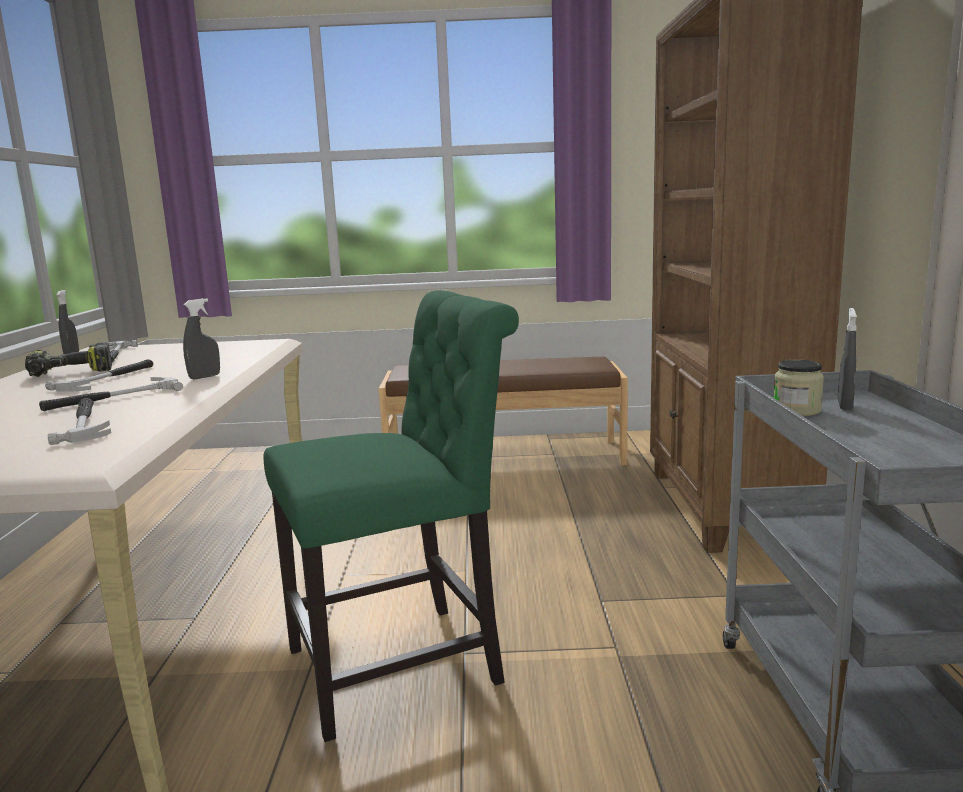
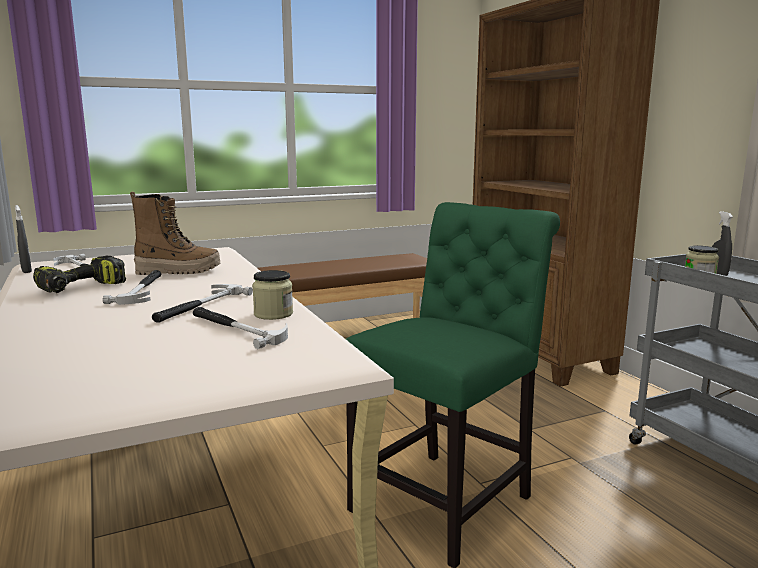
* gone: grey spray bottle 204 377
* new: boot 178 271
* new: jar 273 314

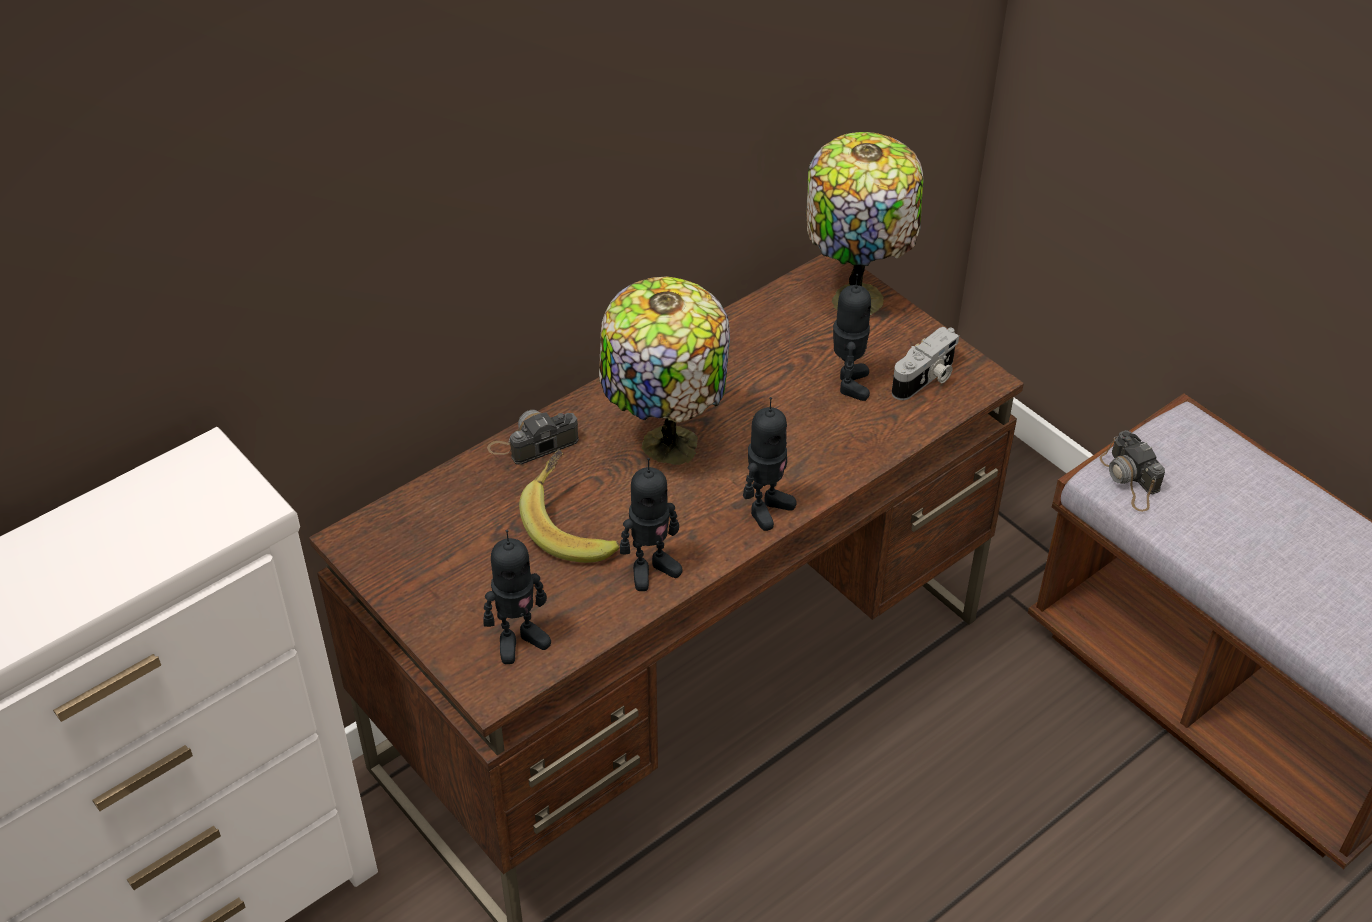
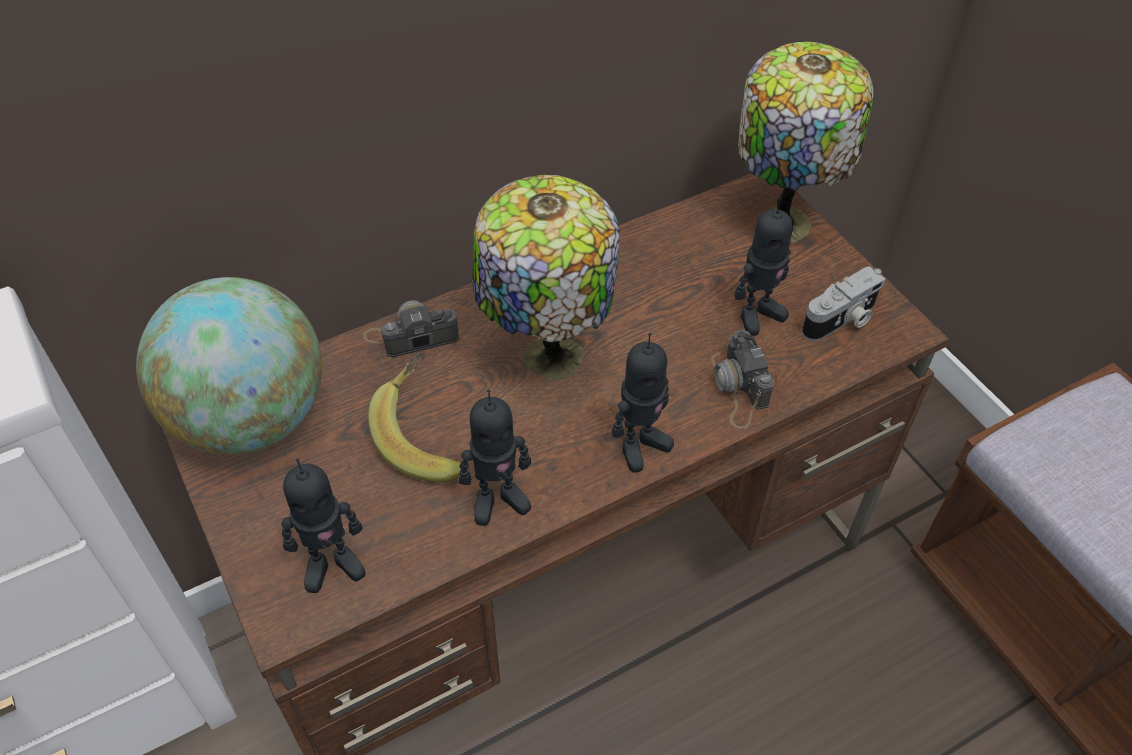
* rotated: toy robot 848 384 = 757 314 45 degrees clockwise
* shifted: photo camera 1130 479 to 738 388
* new: globe 251 418

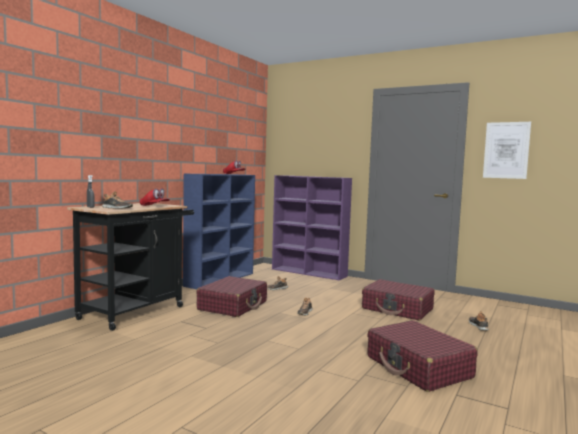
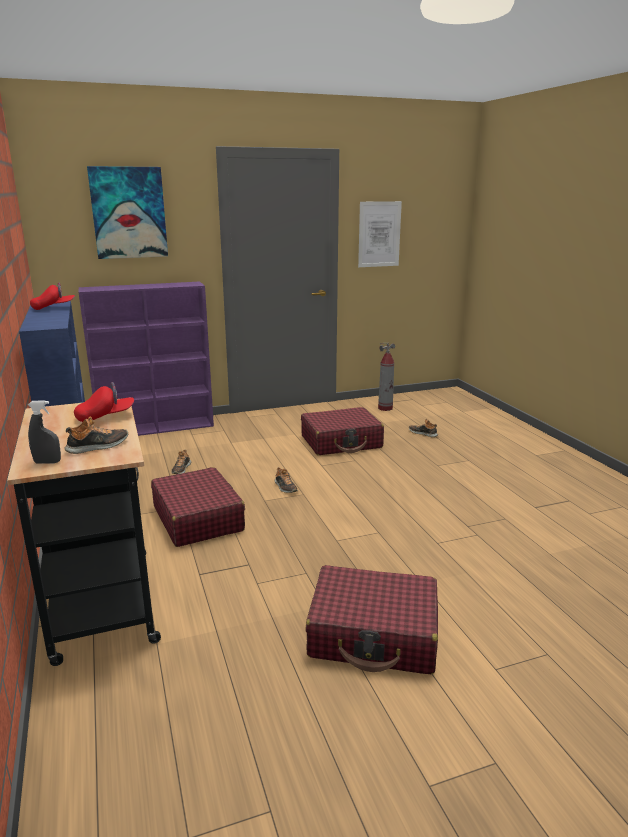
* shifted: red suitcase 418 367 to 374 634
* new: picture 128 213
* new: fire extinguisher 385 408

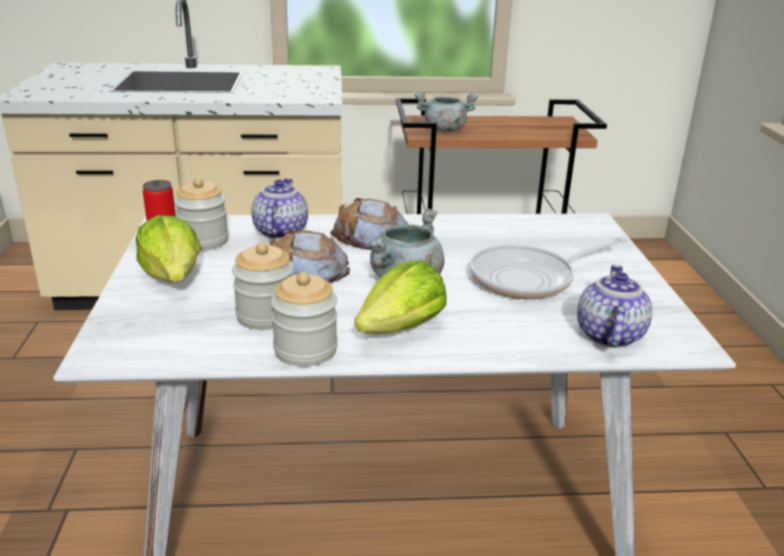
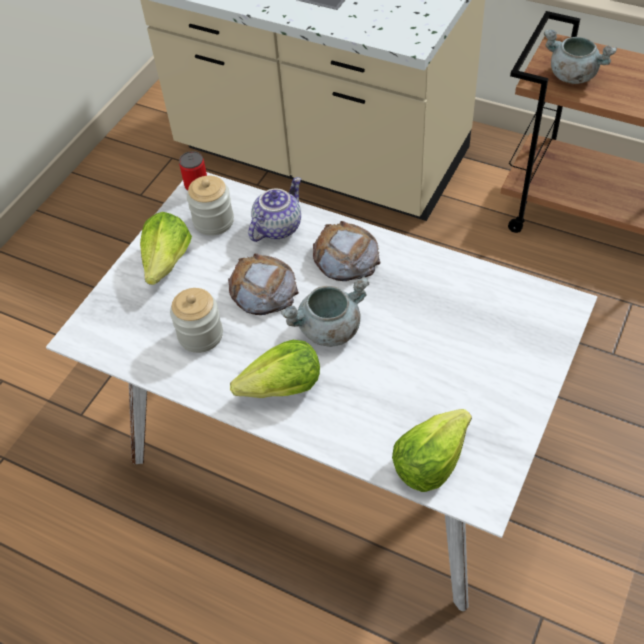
* gone: frying pan 529 278
* swapped: teapot 607 335 to lettuce 430 460
* gone: jar 305 350

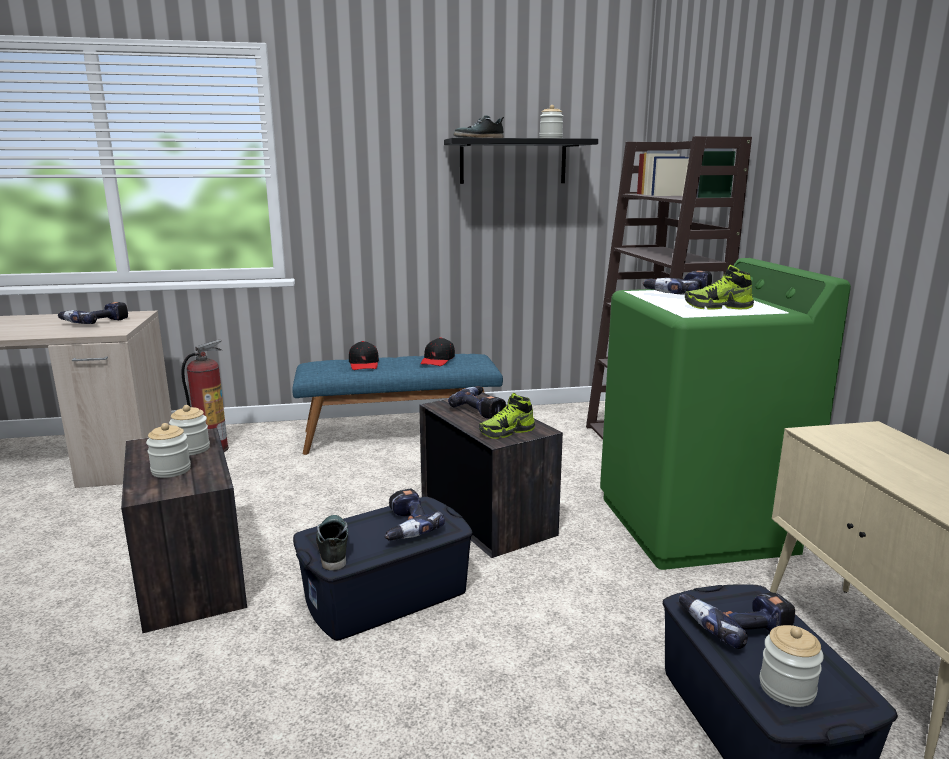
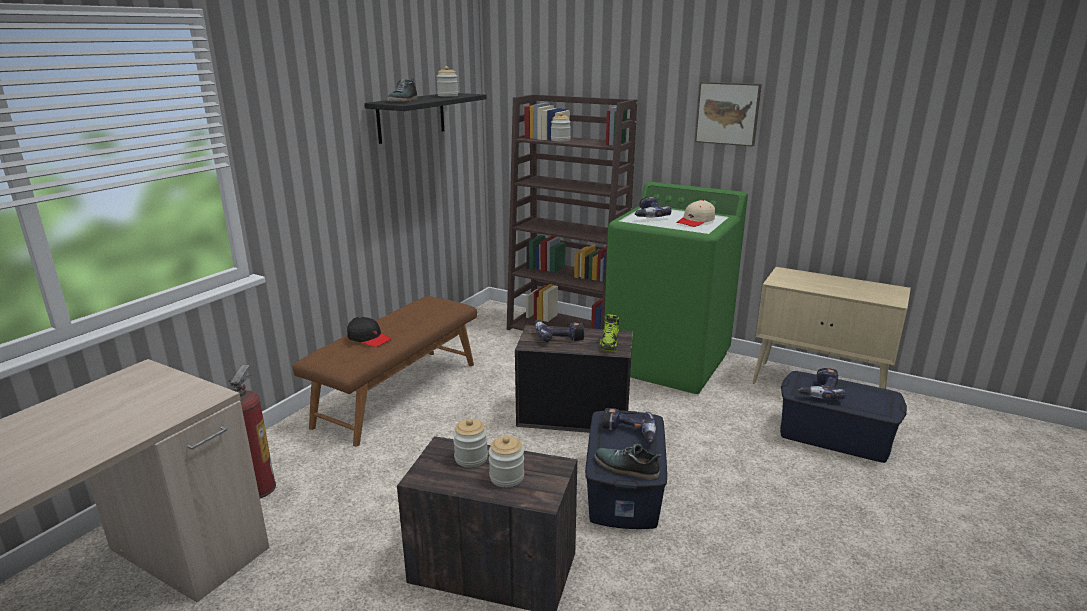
* swapped: shoe 718 307 to beige cap 696 221
* gone: power drill 95 322
* gone: black cap 437 360
* repainted: blue bench 399 435 to brown bench 397 393
* shifted: jar 787 688 to 560 140
* new: picture 728 113

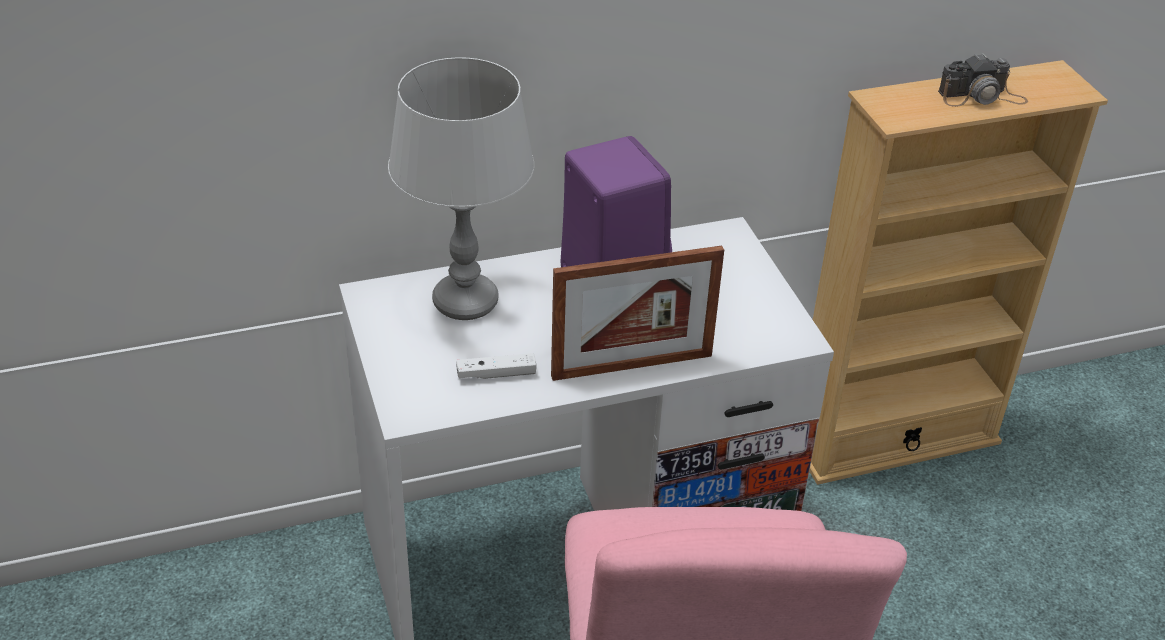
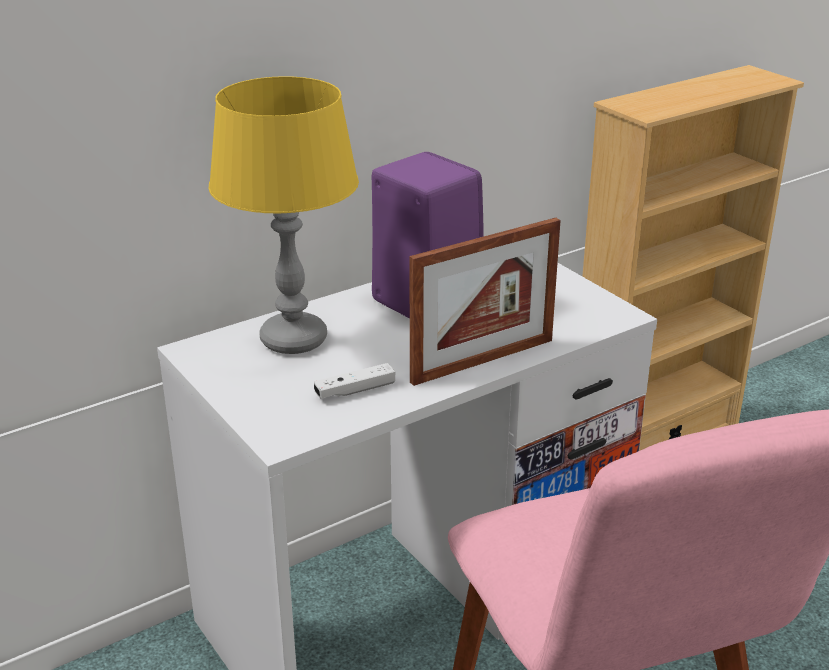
* gone: photo camera 982 97
* repainted: grey table lamp 465 302 to yellow table lamp 294 339

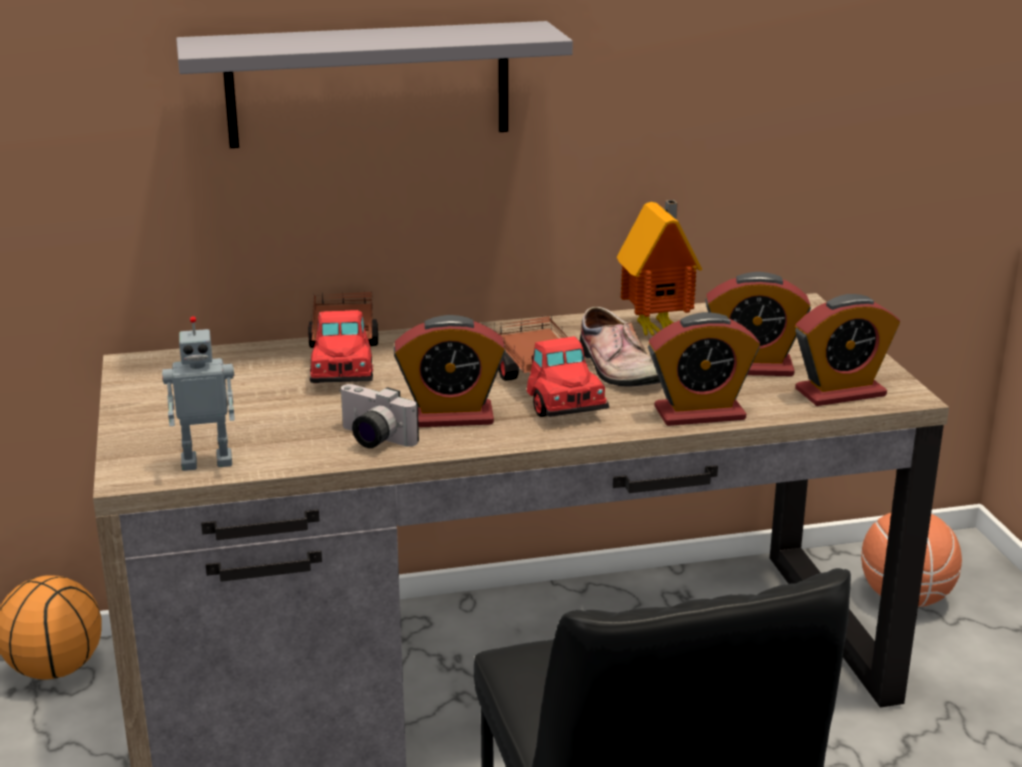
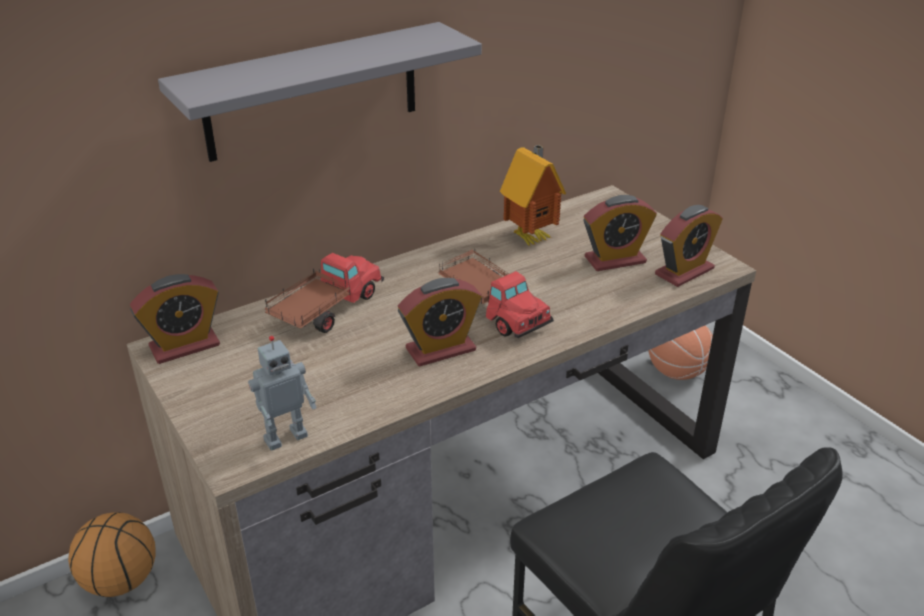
* rotated: toy truck 344 359 = 326 310 120 degrees counterclockwise
* gone: shoe 615 368
* shifted: alarm clock 699 413 to 184 346
* gone: photo camera 372 439

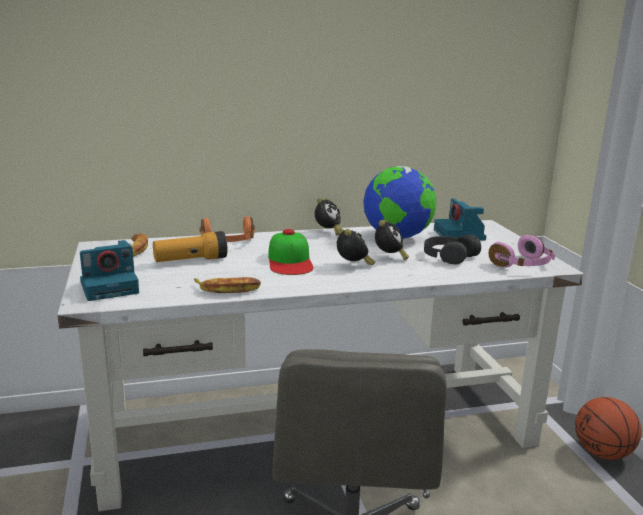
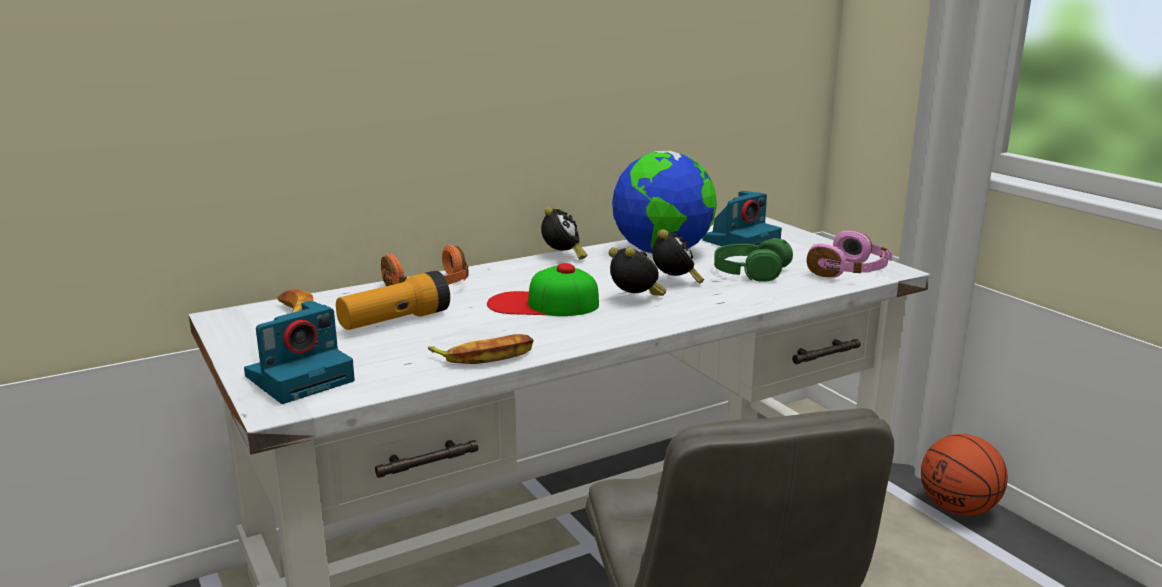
* rotated: photo camera 460 235 = 741 241 105 degrees counterclockwise
* rotated: cap 290 261 = 542 304 120 degrees clockwise
* repainted: black headphones 449 256 to green headphones 750 271

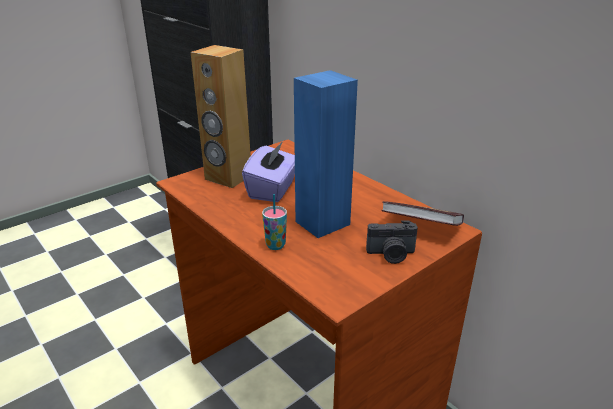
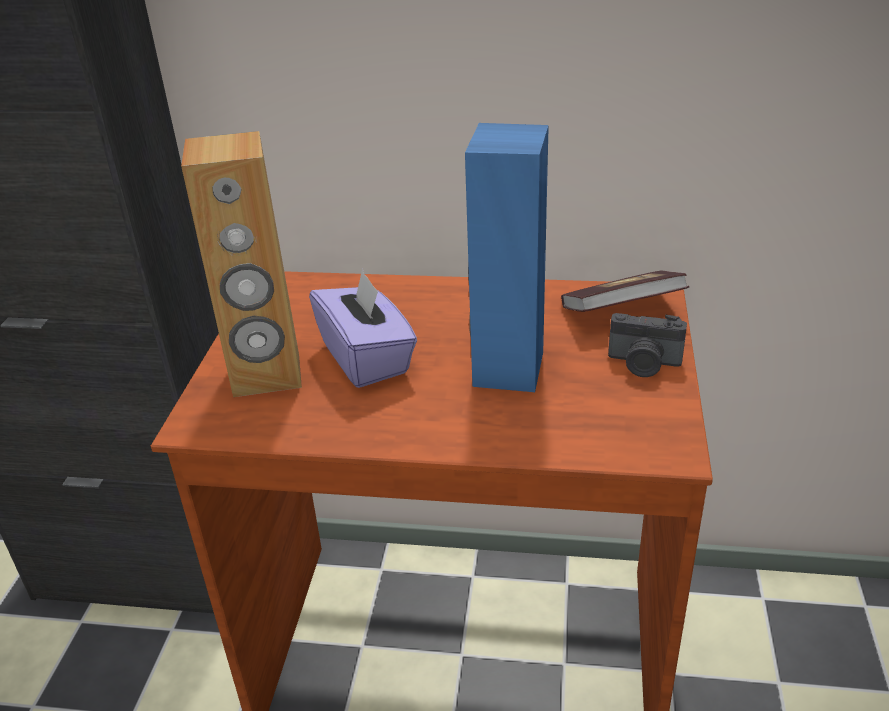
* gone: cup 275 245
* rotated: photo camera 391 254 = 643 364 60 degrees clockwise

